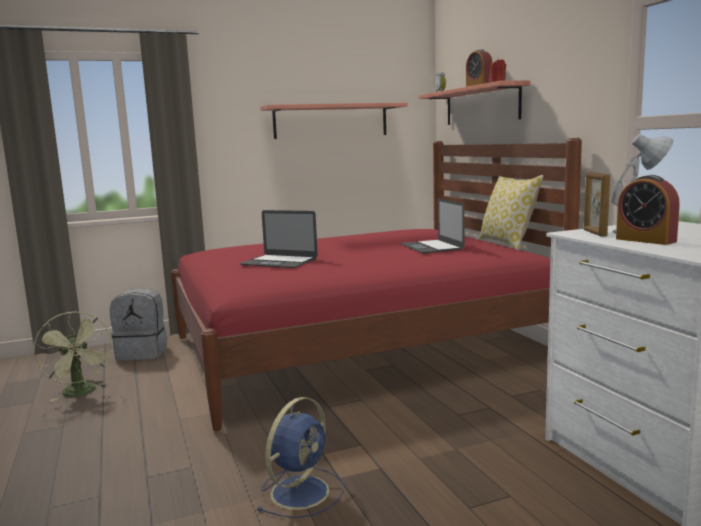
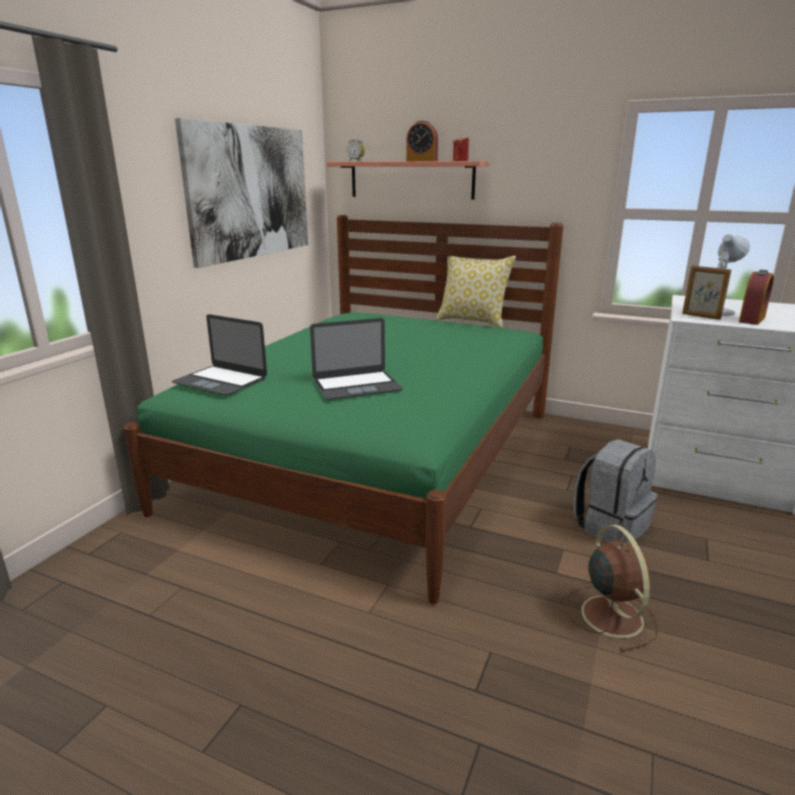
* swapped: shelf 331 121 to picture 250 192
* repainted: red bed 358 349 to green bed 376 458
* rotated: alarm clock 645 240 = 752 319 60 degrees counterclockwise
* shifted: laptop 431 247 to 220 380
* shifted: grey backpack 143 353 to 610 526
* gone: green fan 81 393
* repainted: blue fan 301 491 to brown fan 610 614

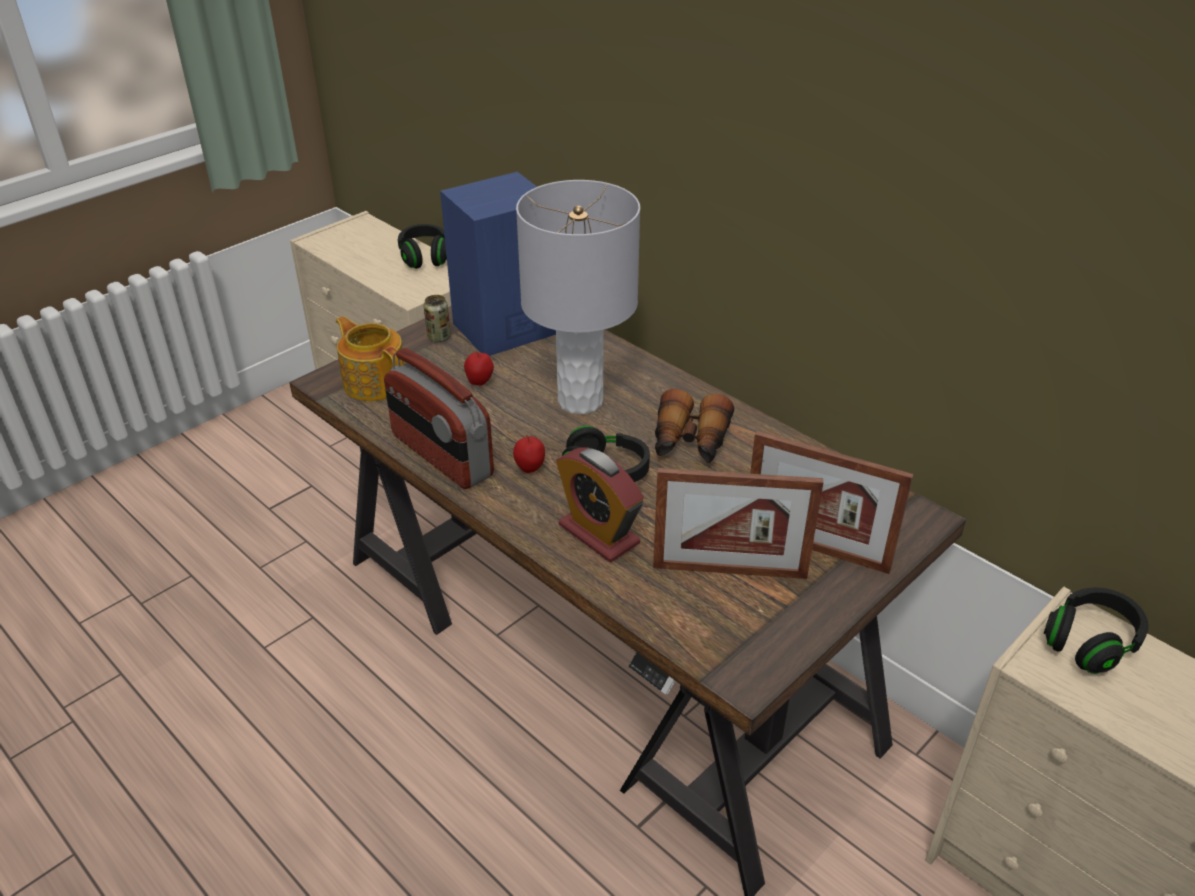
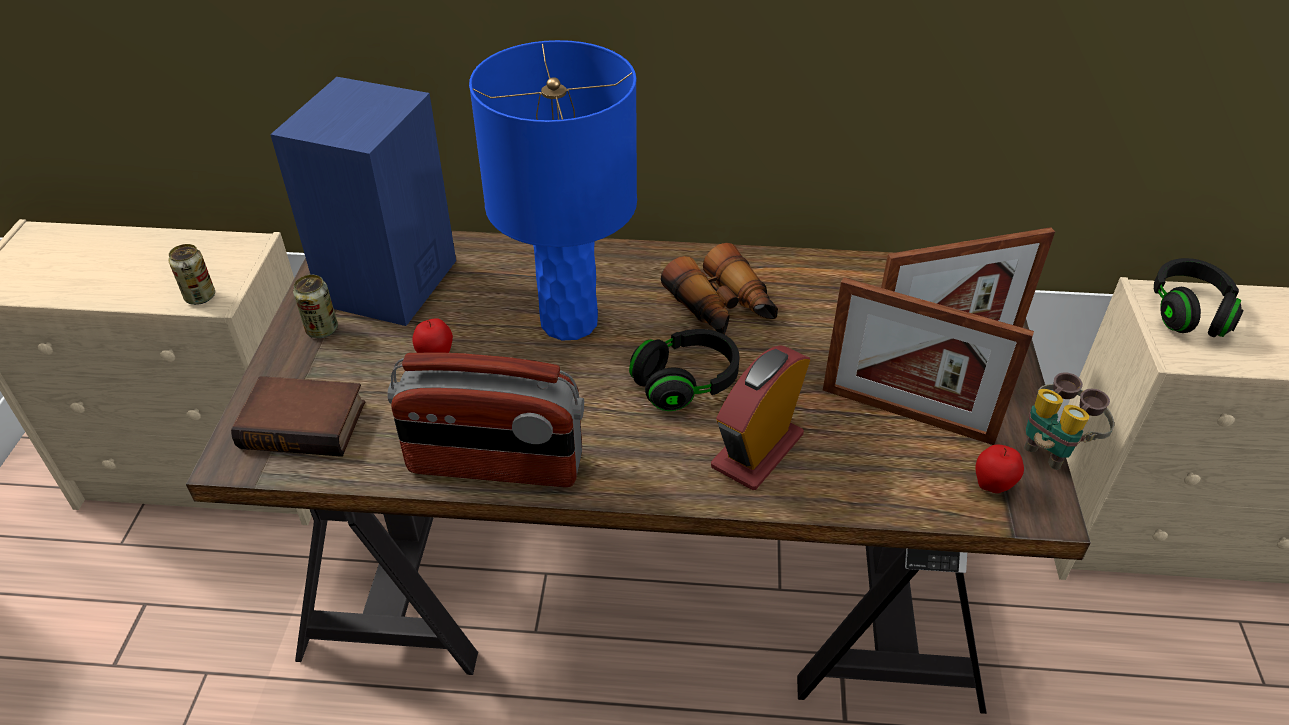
* repainted: grey table lamp 580 401 to blue table lamp 569 322
* gone: black headphones 425 257
* swapped: teapot 375 382 to book 306 422
* shifted: apple 530 469 to 992 486
* rotated: alarm clock 599 534 = 757 451 120 degrees clockwise
* rotated: picture frame 729 571 = 907 414 60 degrees clockwise
* new: can 200 297
* new: binoculars 1054 447

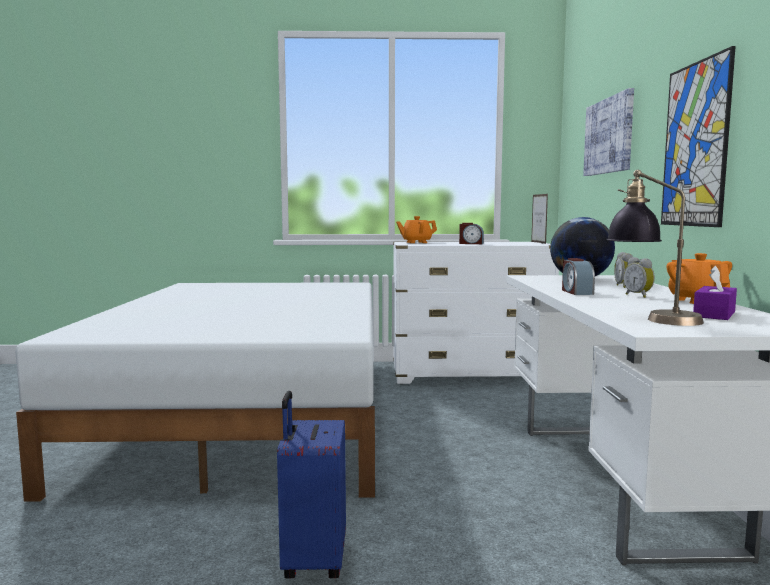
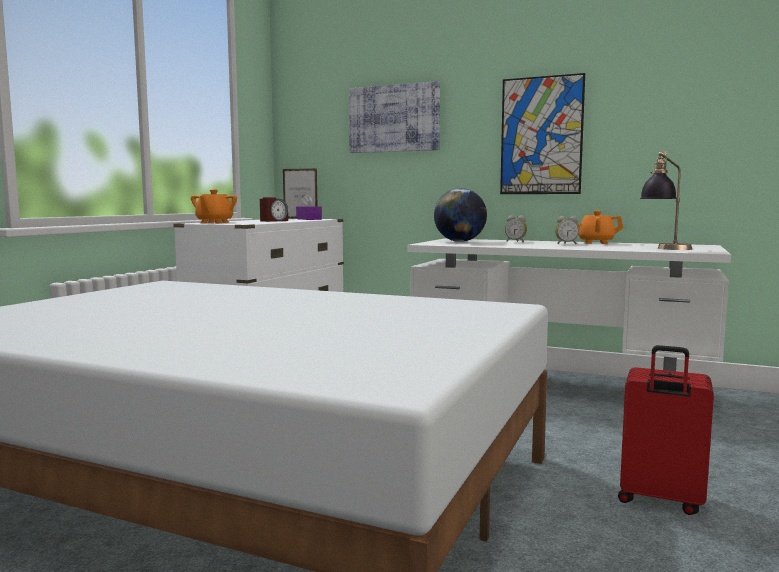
* gone: alarm clock 576 292
* shifted: purple tissue box 714 314 to 308 219
* repainted: blue suitcase 312 560 to red suitcase 660 500

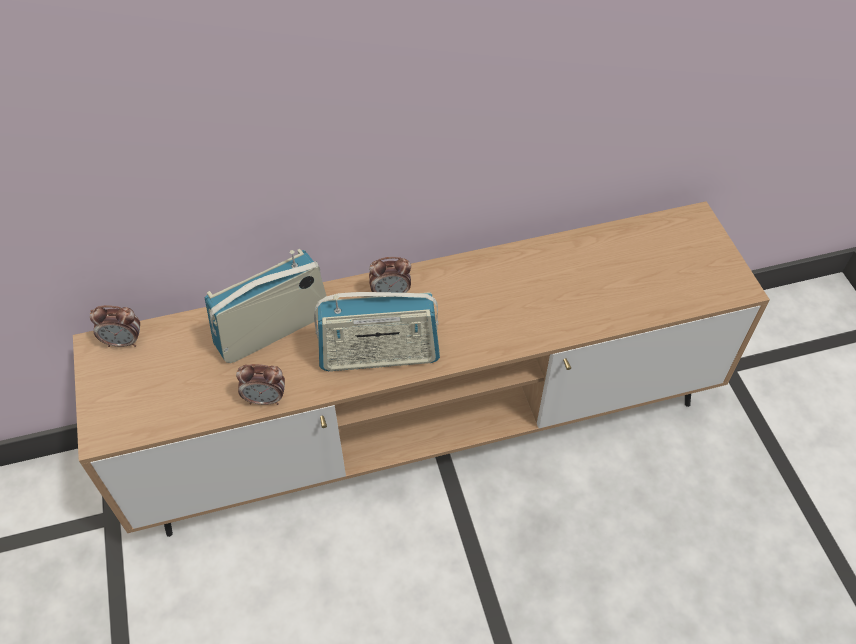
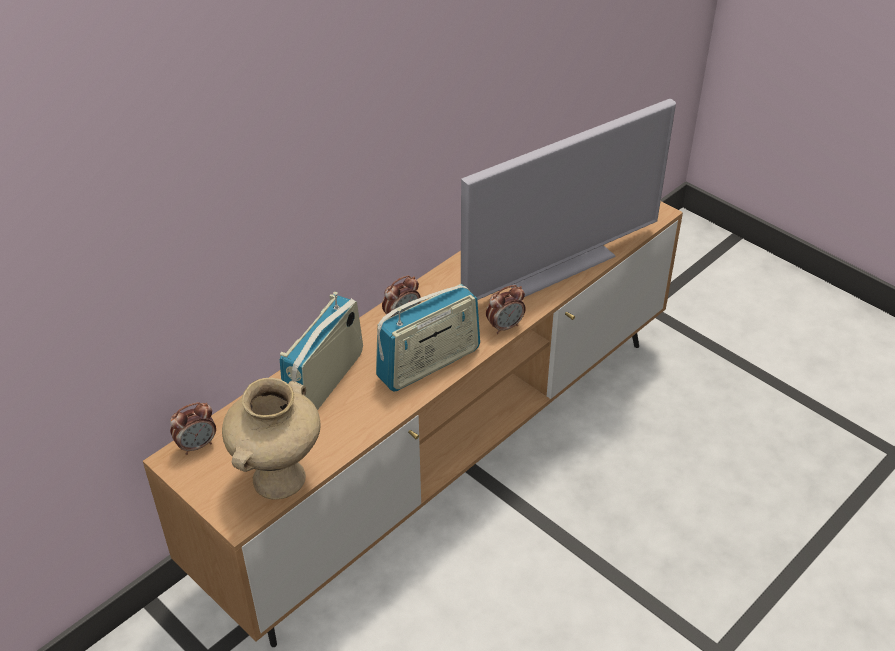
* shifted: alarm clock 265 399 to 505 326
* new: television 557 265
* new: beige vase 279 480

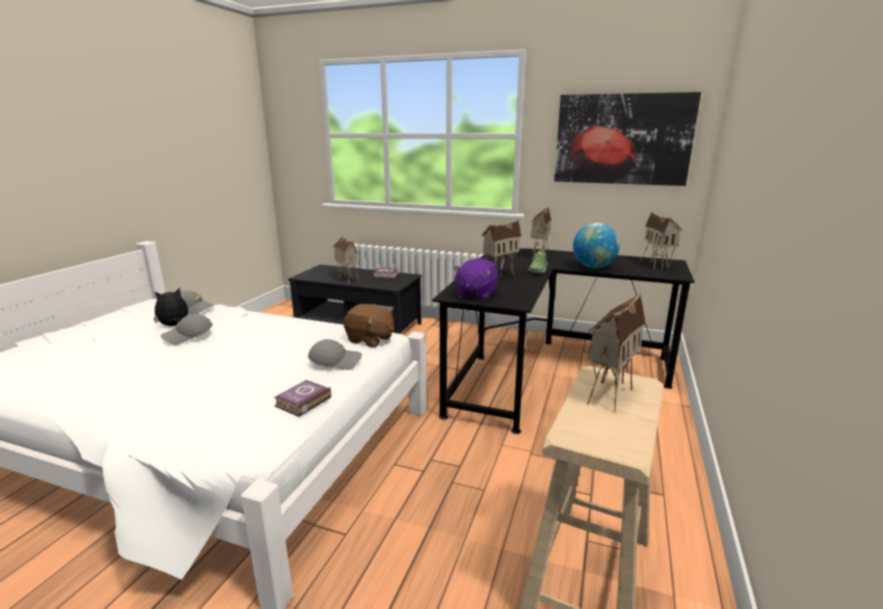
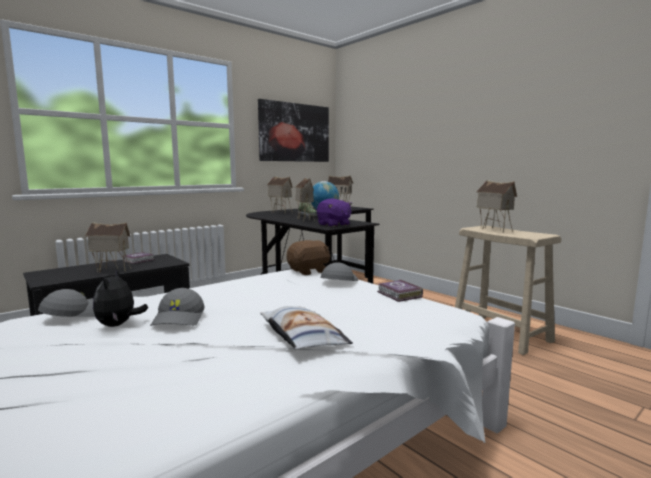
* new: pillow 302 336

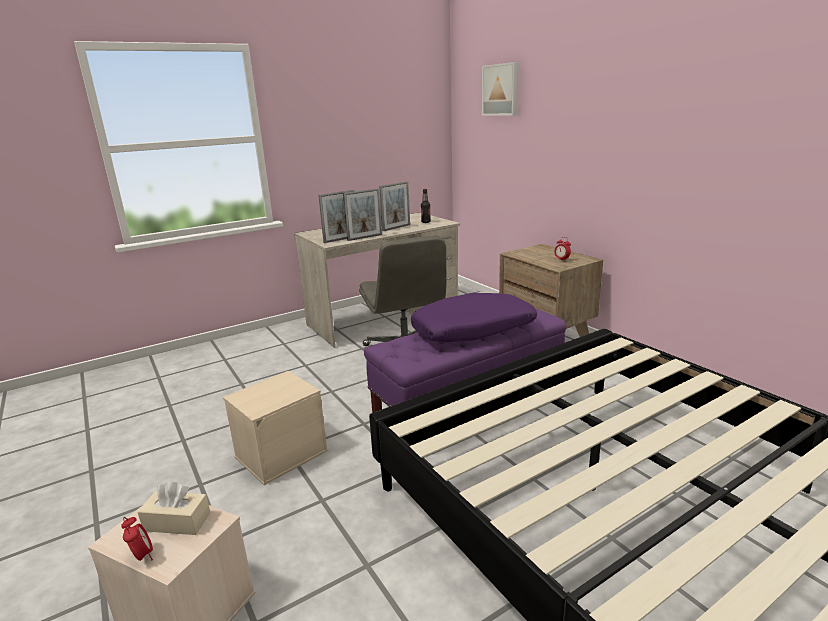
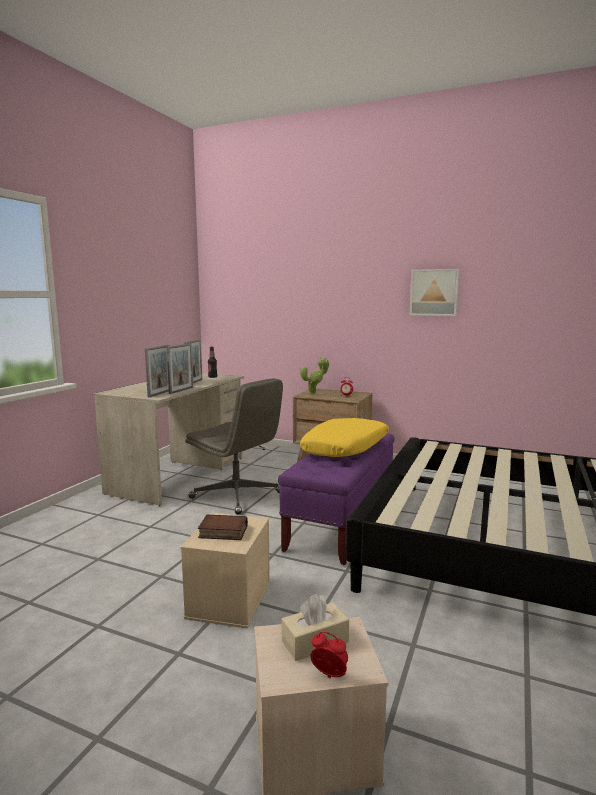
* shifted: picture 501 90 to 434 292
* repainted: purple pillow 473 330 to yellow pillow 346 448
* new: potted plant 315 394
* new: book 222 532

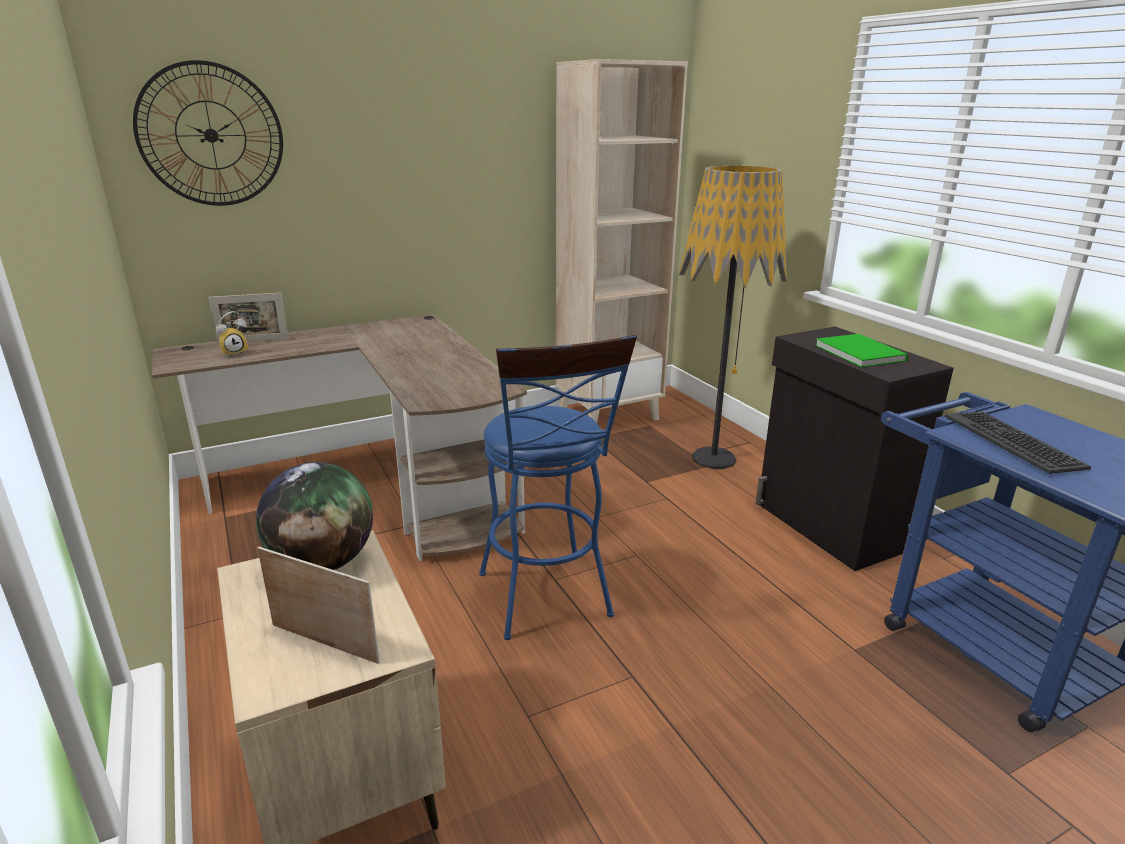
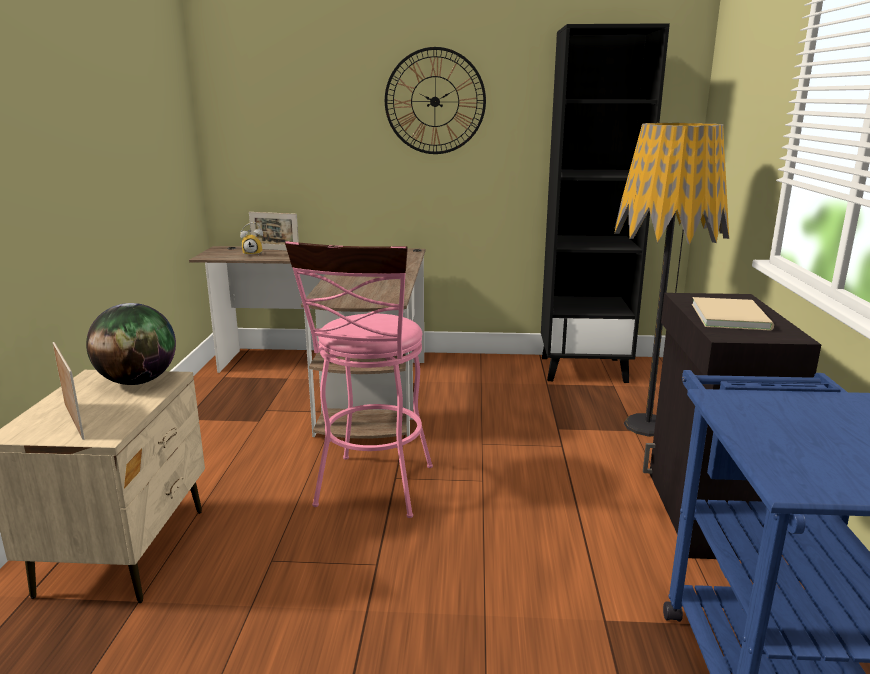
* repainted: beige bookcase 608 414 to black bookcase 584 369
* shifted: wall clock 211 135 to 435 101
* repainted: green book 859 352 to beige book 731 316
* repainted: blue stool 548 601 to pink stool 372 491
* gone: keyboard 1013 441

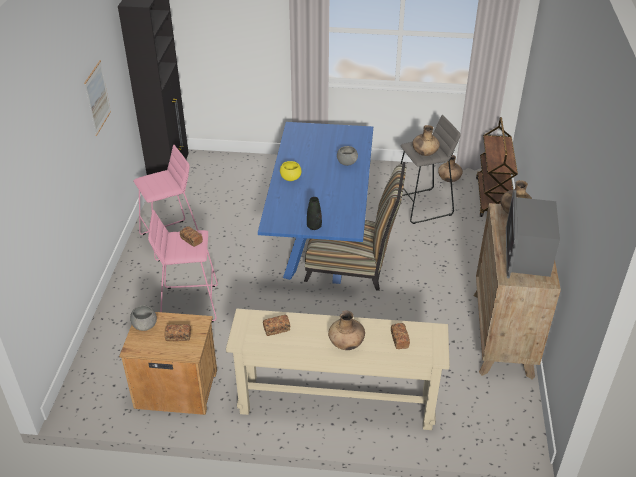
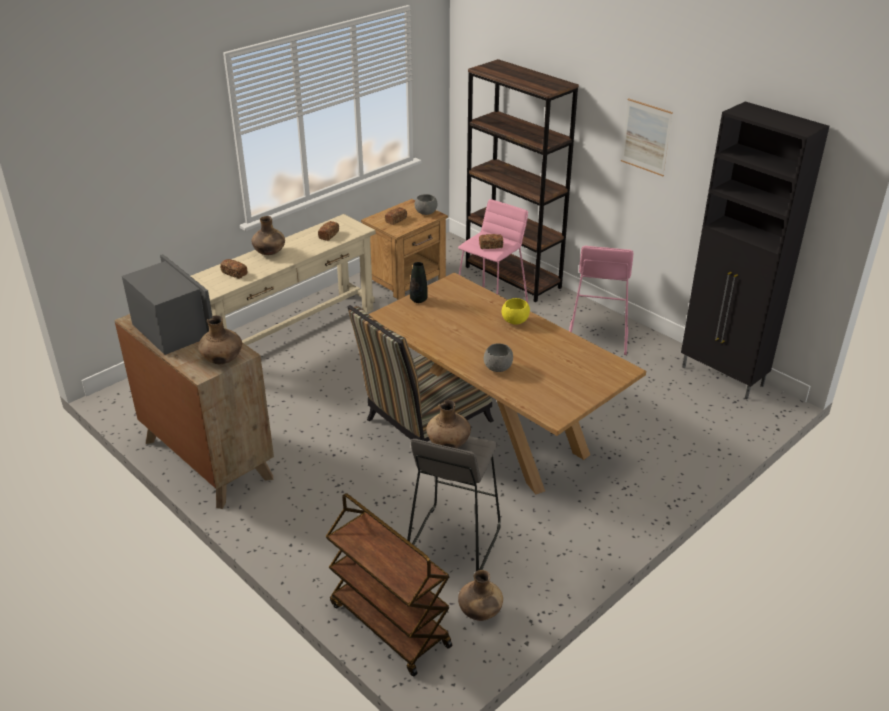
* repainted: blue dining table 321 236 to brown dining table 495 428
* new: brown bookcase 513 277

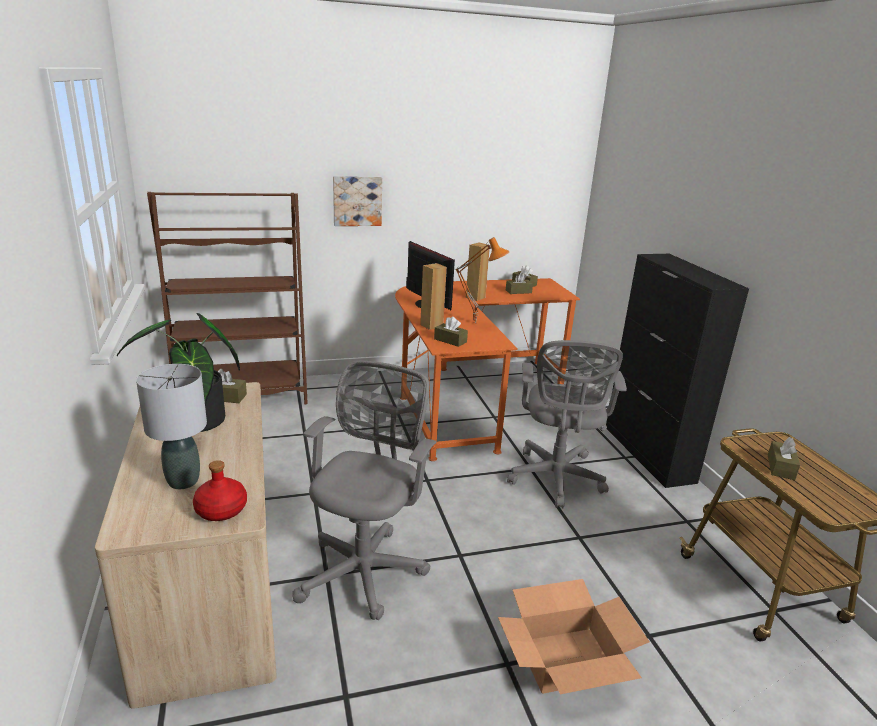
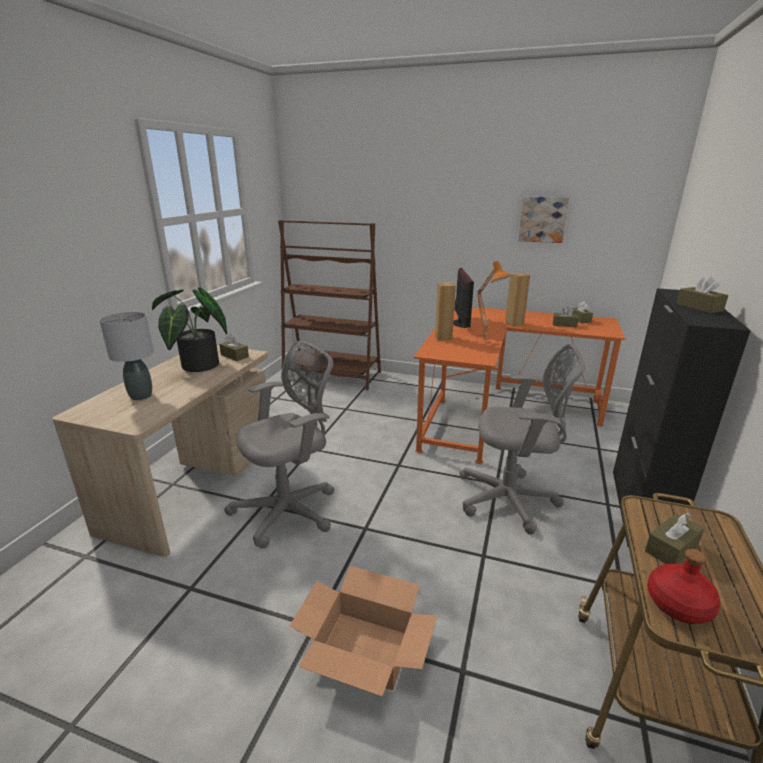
* shifted: picture 357 201 to 543 219
* shifted: brown tissue box 450 340 to 699 307
* rotated: grey office chair 556 480 = 511 500 120 degrees counterclockwise
* shifted: red bottle 221 510 to 679 605

